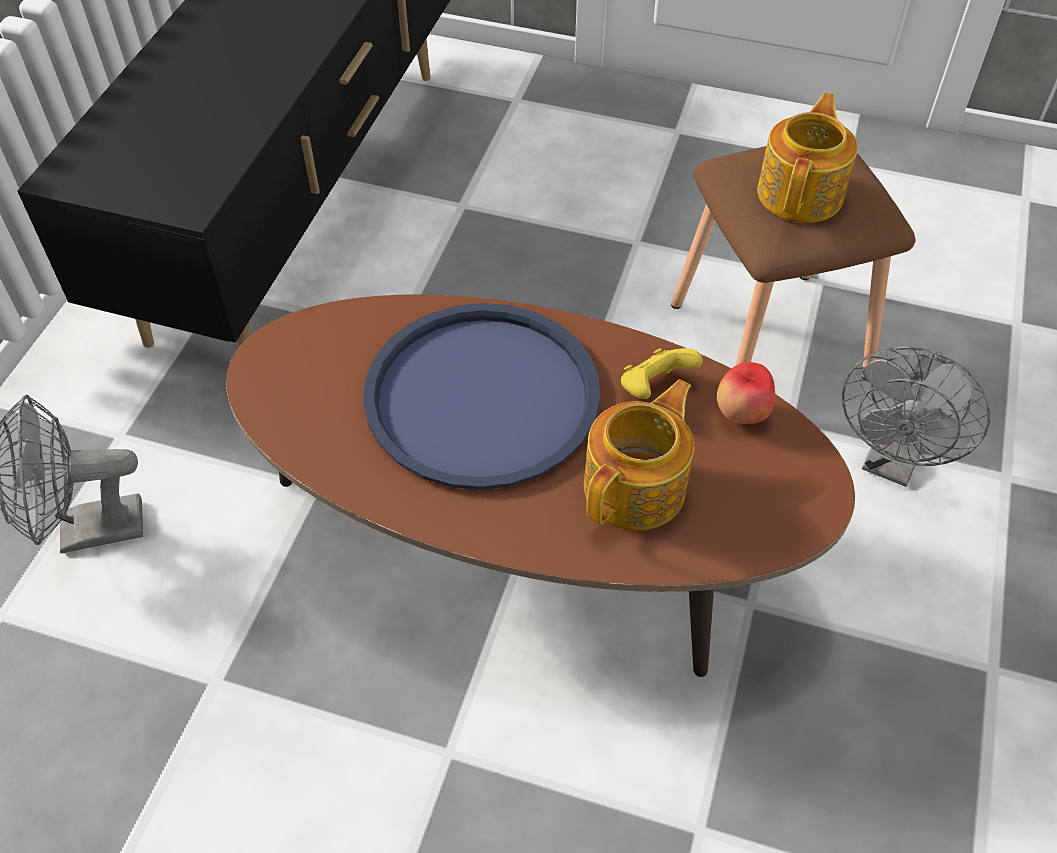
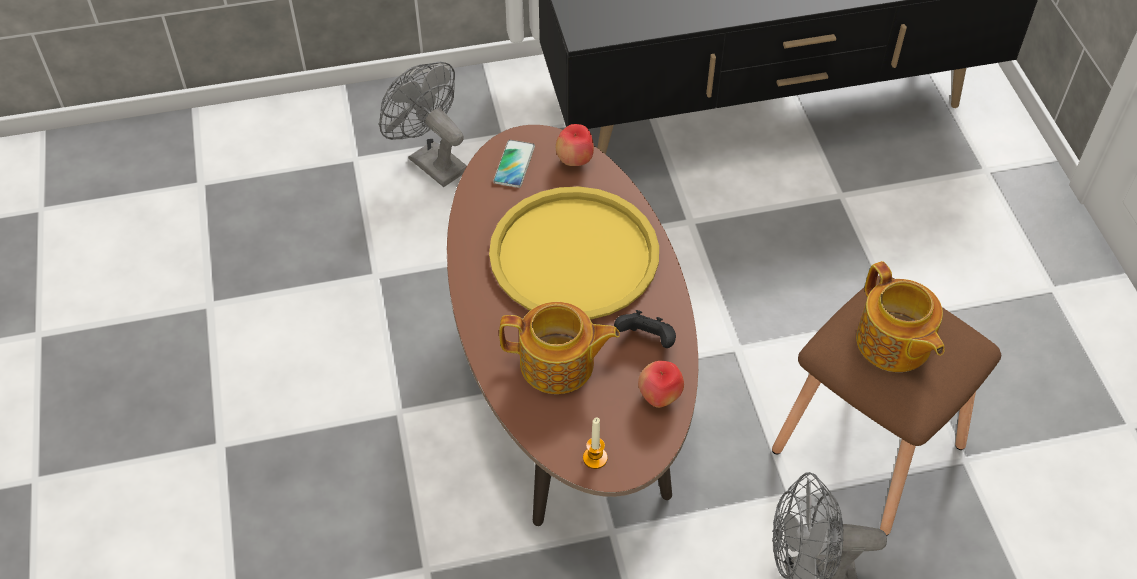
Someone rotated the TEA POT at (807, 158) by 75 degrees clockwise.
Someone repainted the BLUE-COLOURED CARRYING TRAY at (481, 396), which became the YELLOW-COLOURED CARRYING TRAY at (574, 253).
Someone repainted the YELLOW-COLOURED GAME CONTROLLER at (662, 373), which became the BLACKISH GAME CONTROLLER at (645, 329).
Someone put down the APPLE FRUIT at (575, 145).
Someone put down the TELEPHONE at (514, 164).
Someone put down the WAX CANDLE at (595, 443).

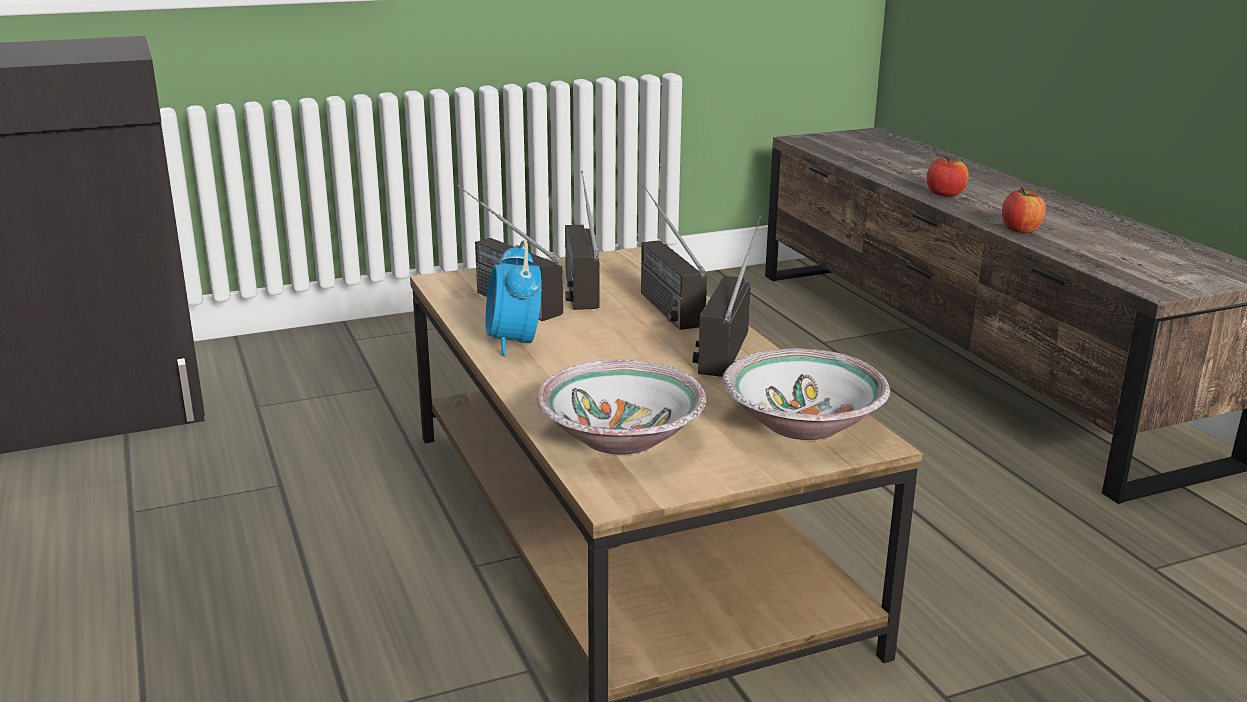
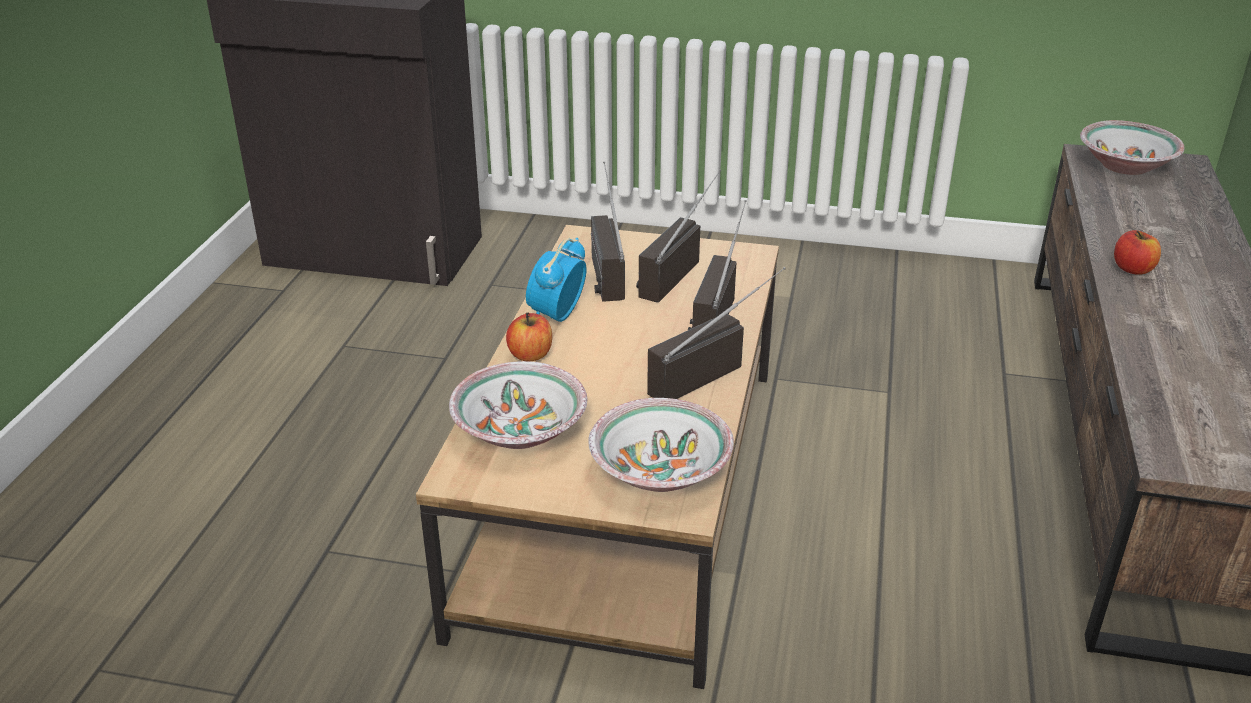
Someone carried the APPLE FRUIT from (1024, 210) to (529, 337).
Someone put down the BOWL at (1132, 147).

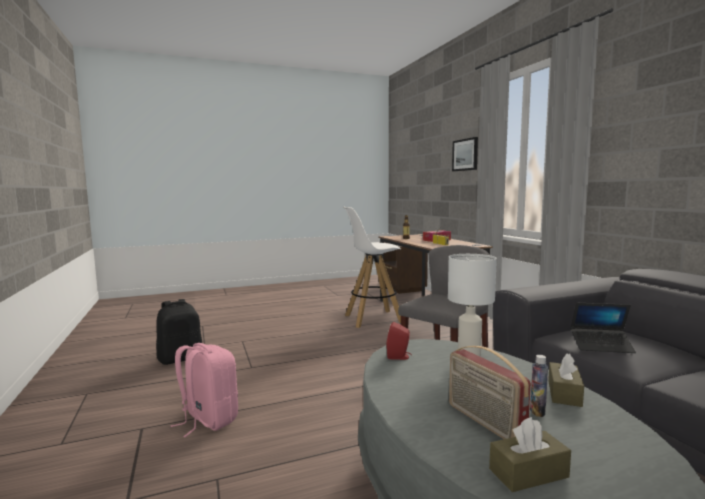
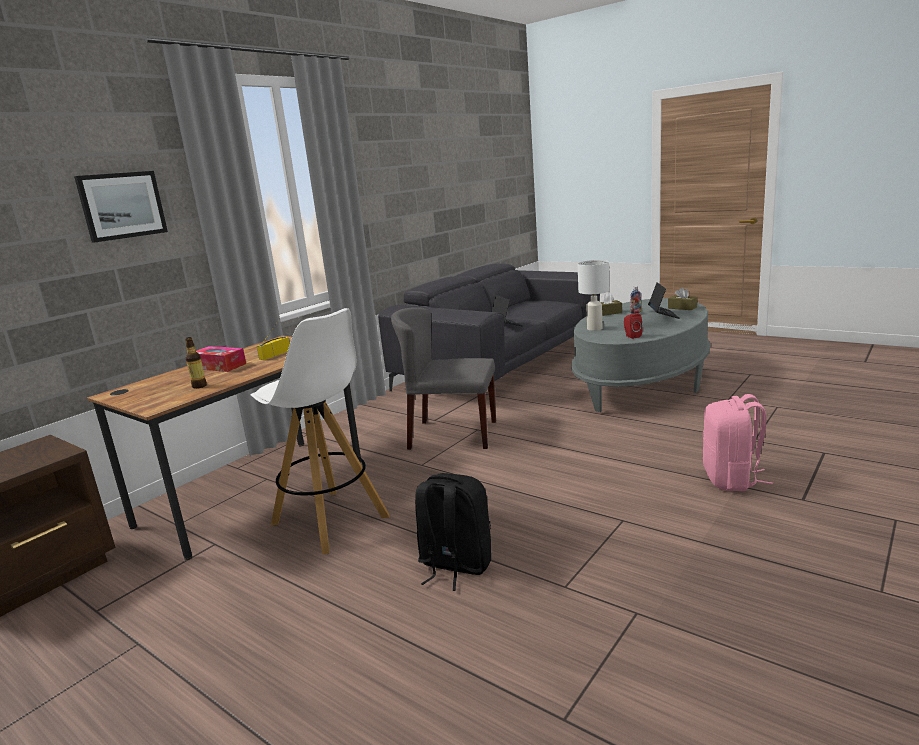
Someone carried the BLACKISH BACKPACK from (179, 332) to (453, 532).
Someone swapped the RADIO at (490, 392) for the PORTABLE COMPUTER at (664, 300).

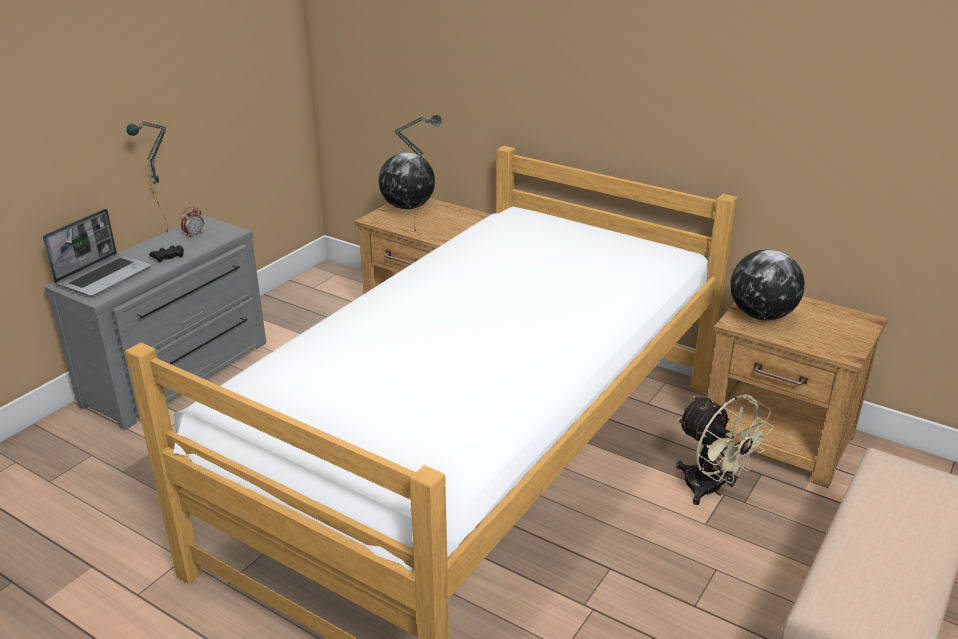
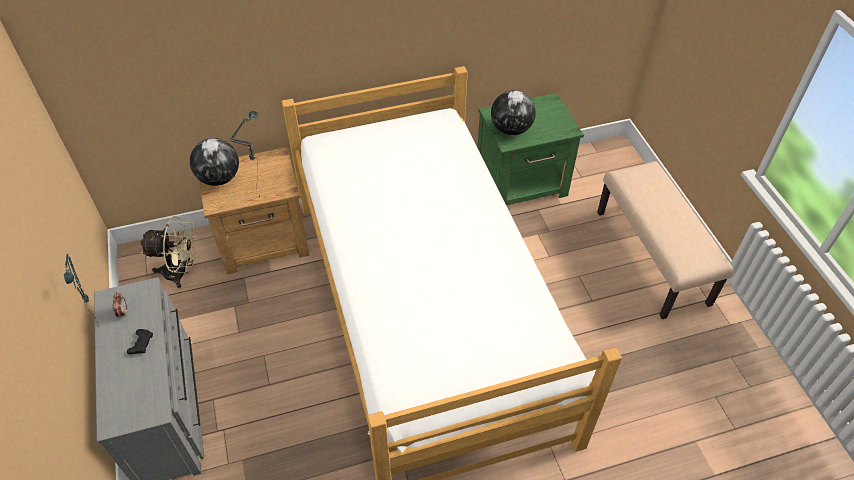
Someone took away the PORTABLE COMPUTER at (97, 252).
Someone repainted the BROWN-COLOURED NIGHT TABLE at (797, 392), which became the GREENISH NIGHT TABLE at (530, 149).
Someone carried the BEIGE-COLOURED COOLING FAN from (724, 449) to (169, 252).

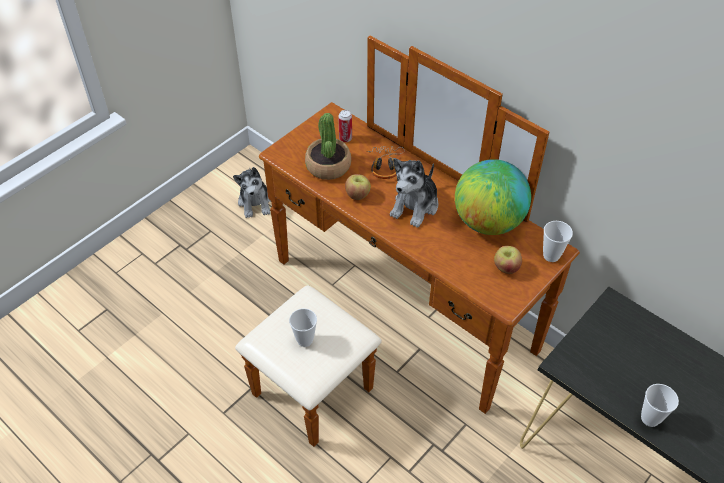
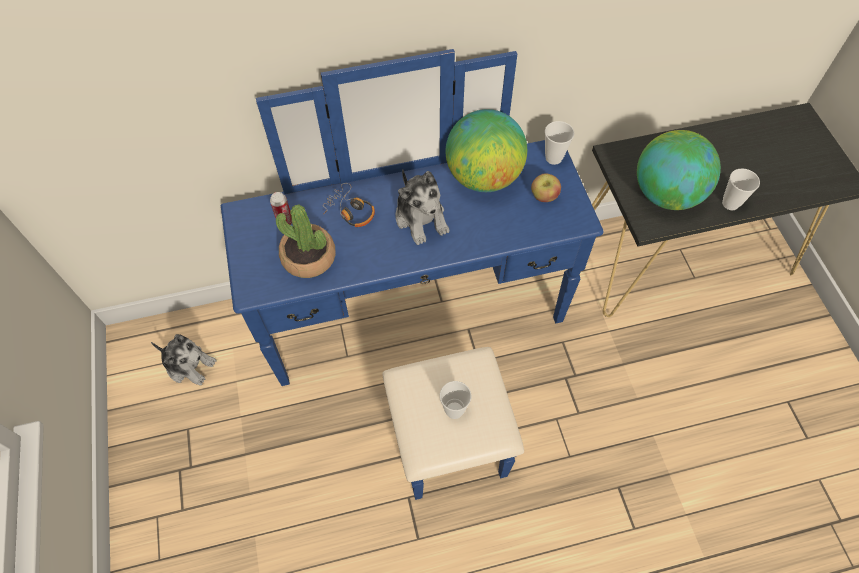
Someone repainted the BROWN-COLOURED DRESSER at (407, 241), which became the BLUE-COLOURED DRESSER at (412, 274).
Someone took away the APPLE FRUIT at (358, 187).
Someone put down the GLOBE at (679, 170).

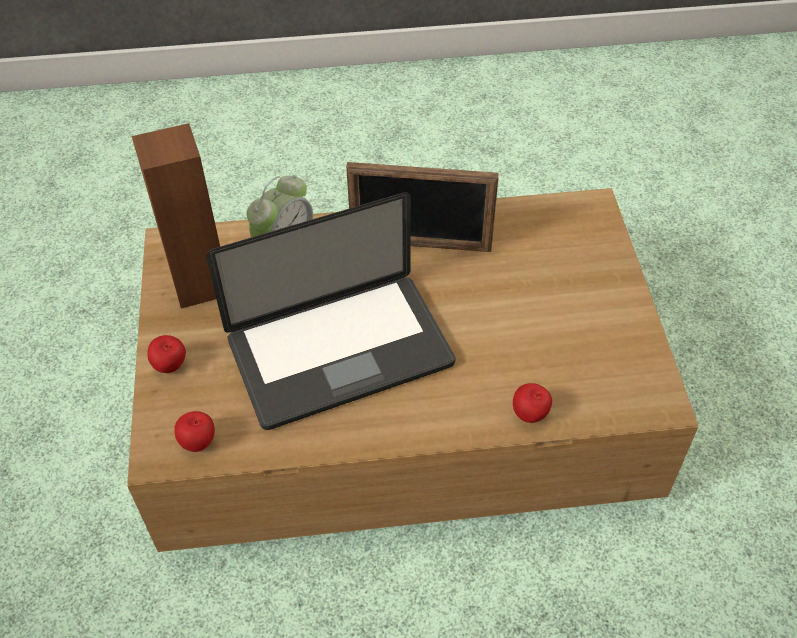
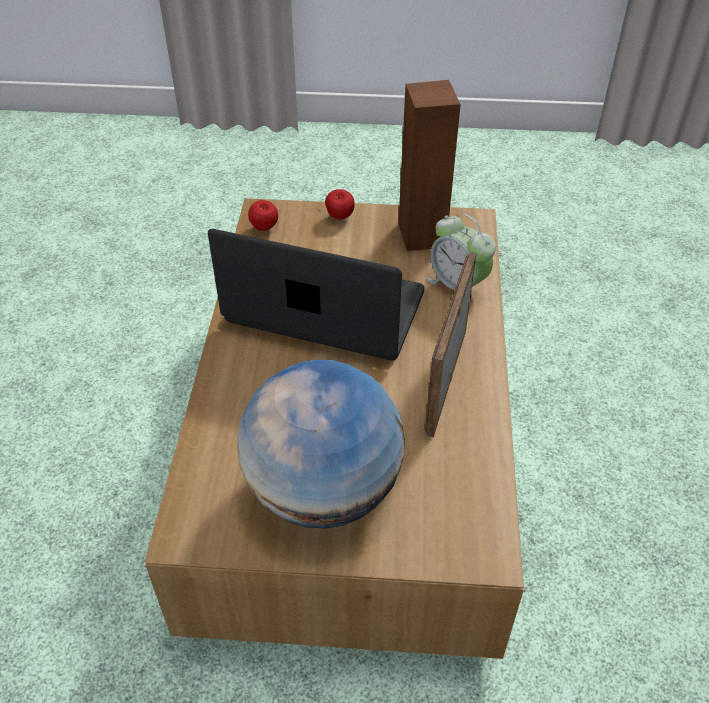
Someone rotated the PORTABLE COMPUTER at (330, 311) by 120 degrees clockwise.
Someone took away the APPLE FRUIT at (532, 403).
Someone put down the GLOBE at (321, 444).

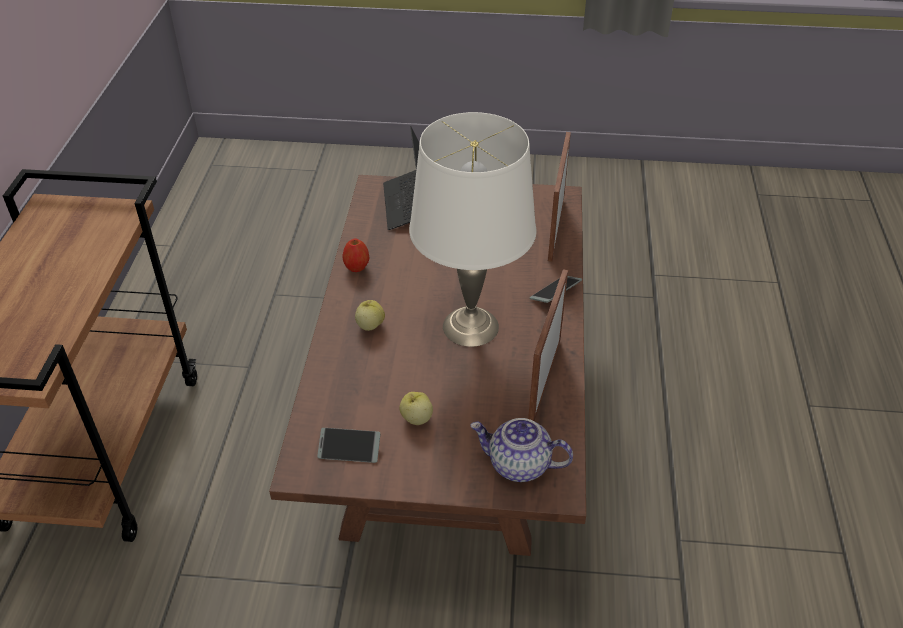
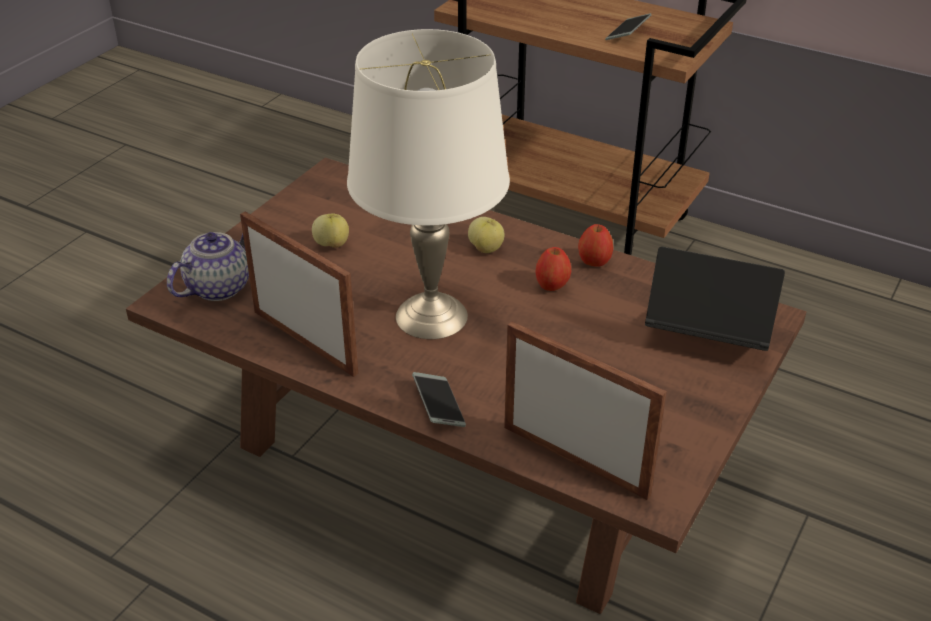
Someone carried the TELEPHONE from (348, 445) to (628, 26).
Someone put down the APPLE FRUIT at (553, 269).

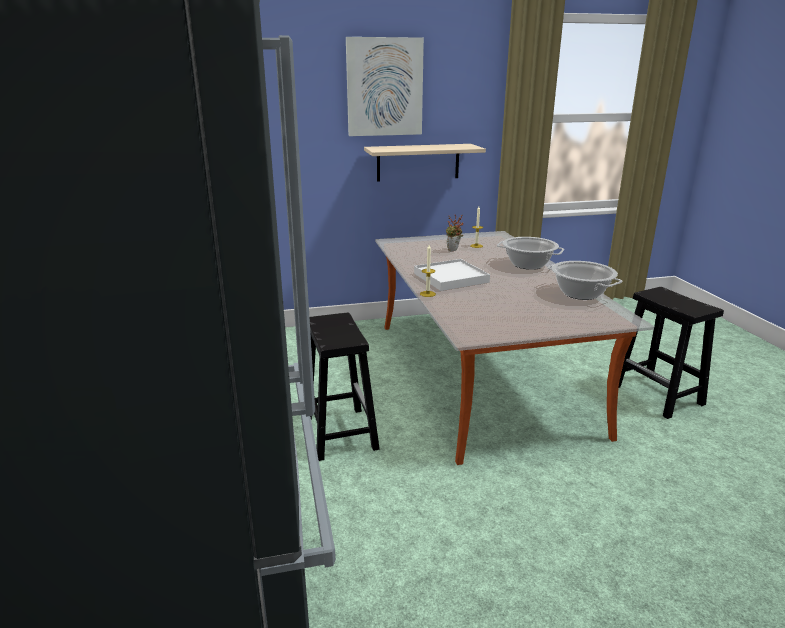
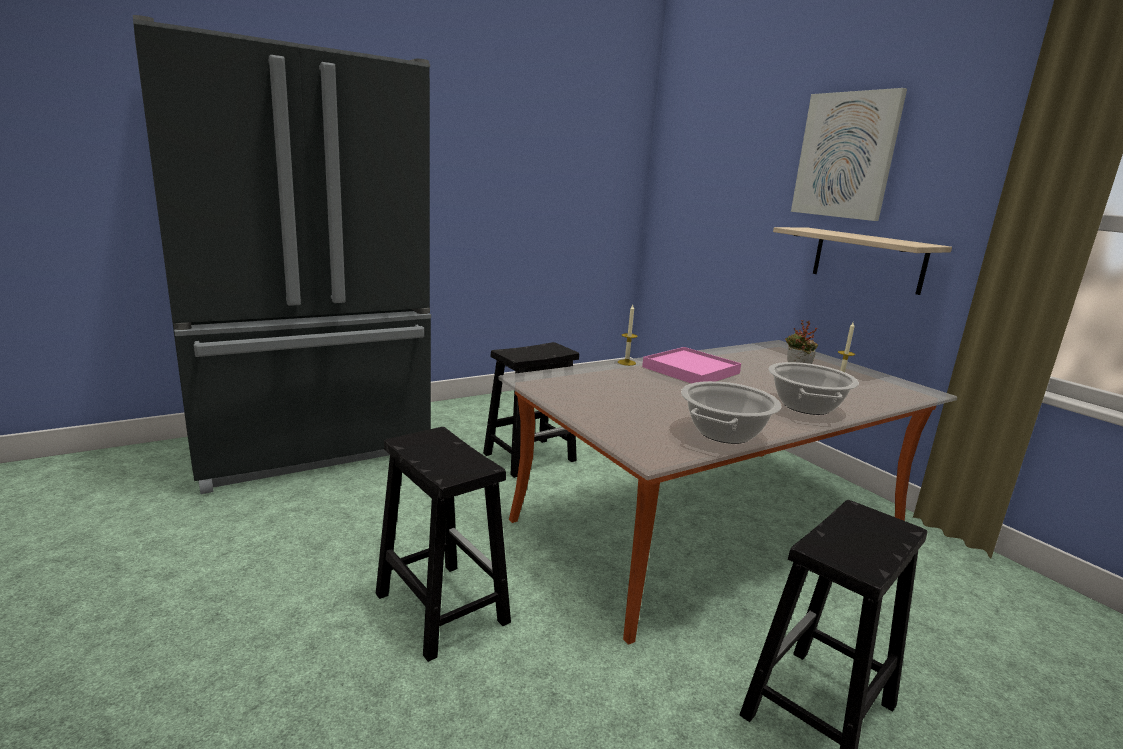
Someone repainted the WHITE CARRYING TRAY at (452, 275), which became the PINK CARRYING TRAY at (691, 365).
Someone put down the BLACKISH STOOL at (443, 544).

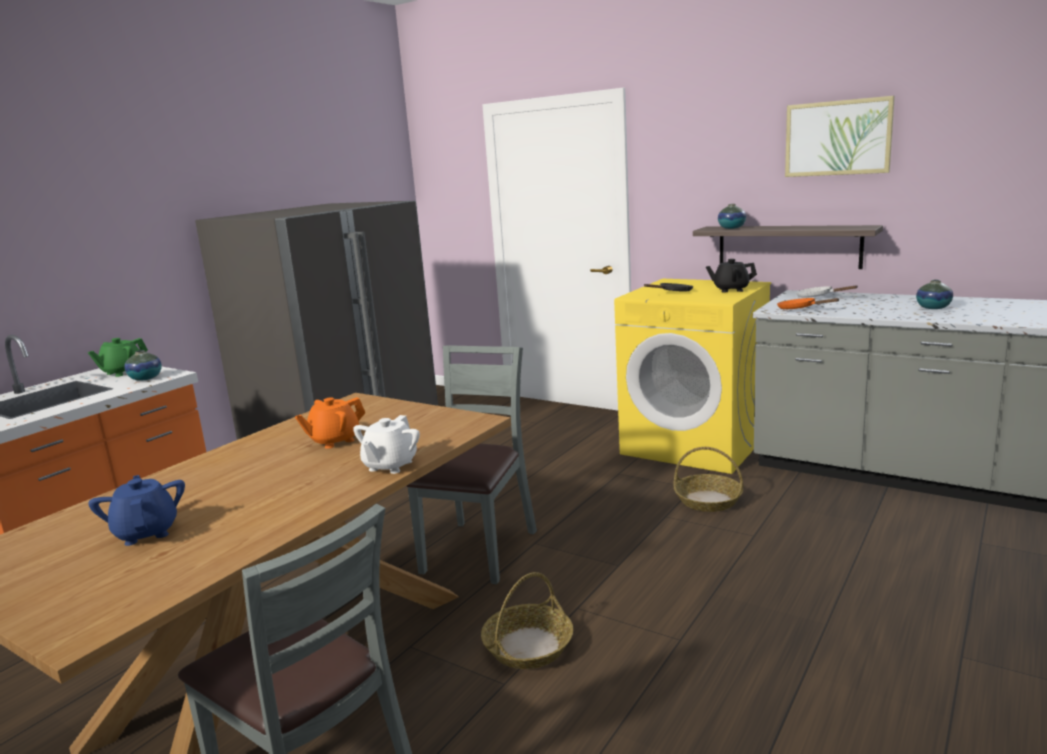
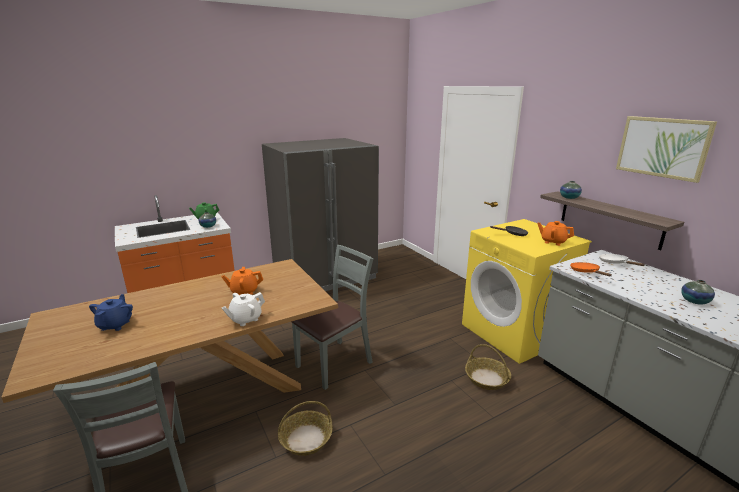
Someone repainted the BLACKISH TEA POT at (731, 275), which became the ORANGE TEA POT at (555, 233).

